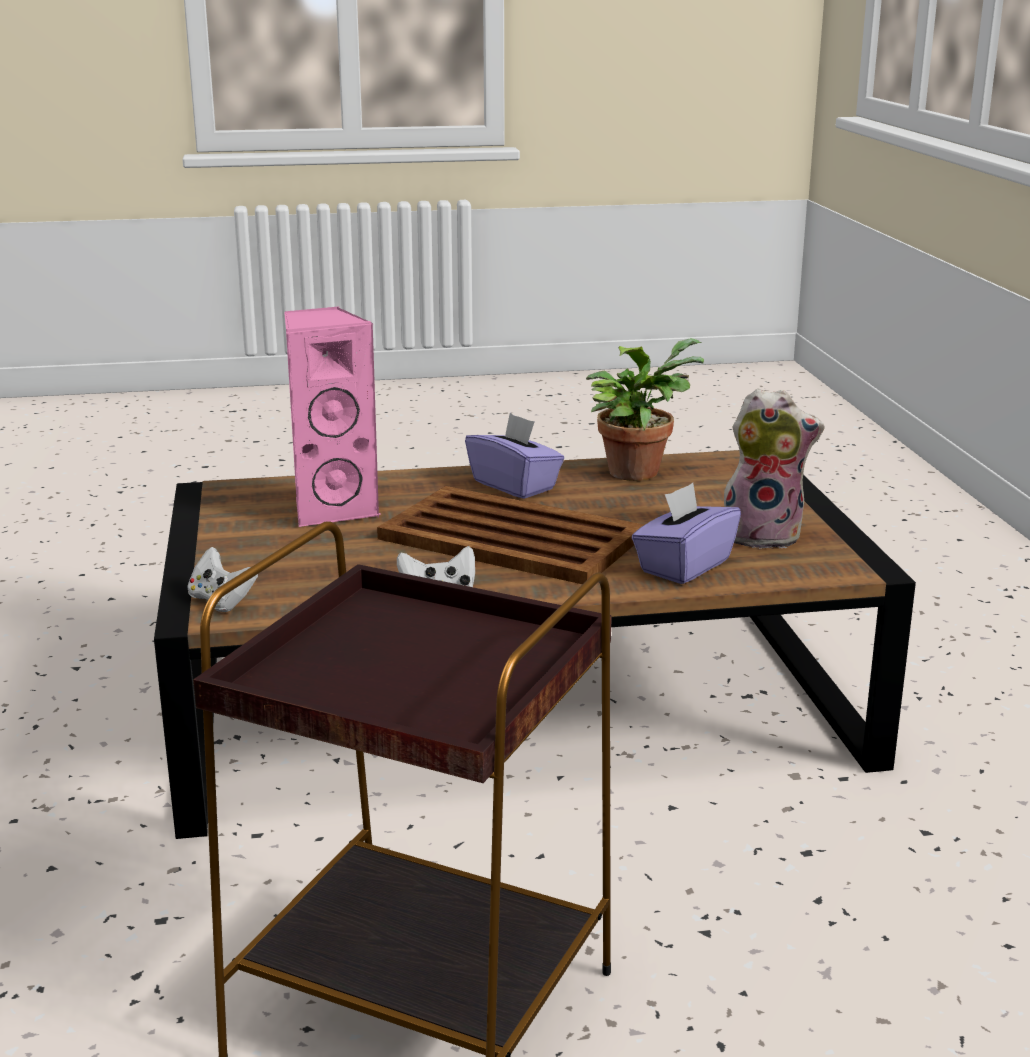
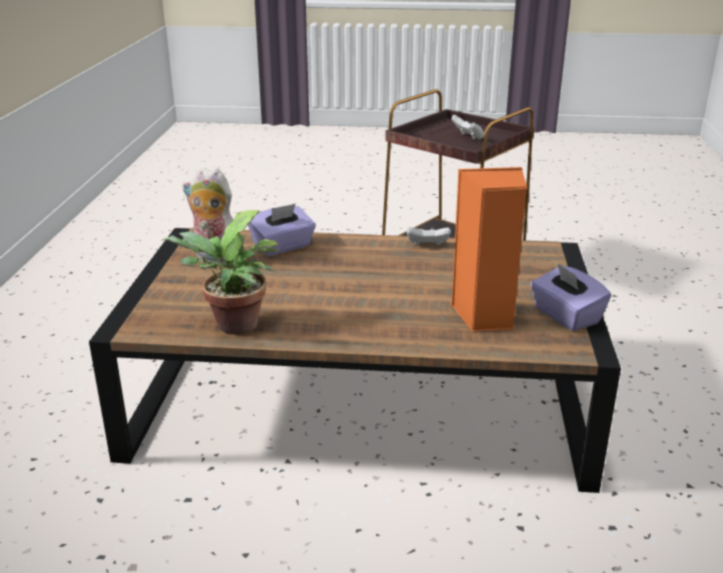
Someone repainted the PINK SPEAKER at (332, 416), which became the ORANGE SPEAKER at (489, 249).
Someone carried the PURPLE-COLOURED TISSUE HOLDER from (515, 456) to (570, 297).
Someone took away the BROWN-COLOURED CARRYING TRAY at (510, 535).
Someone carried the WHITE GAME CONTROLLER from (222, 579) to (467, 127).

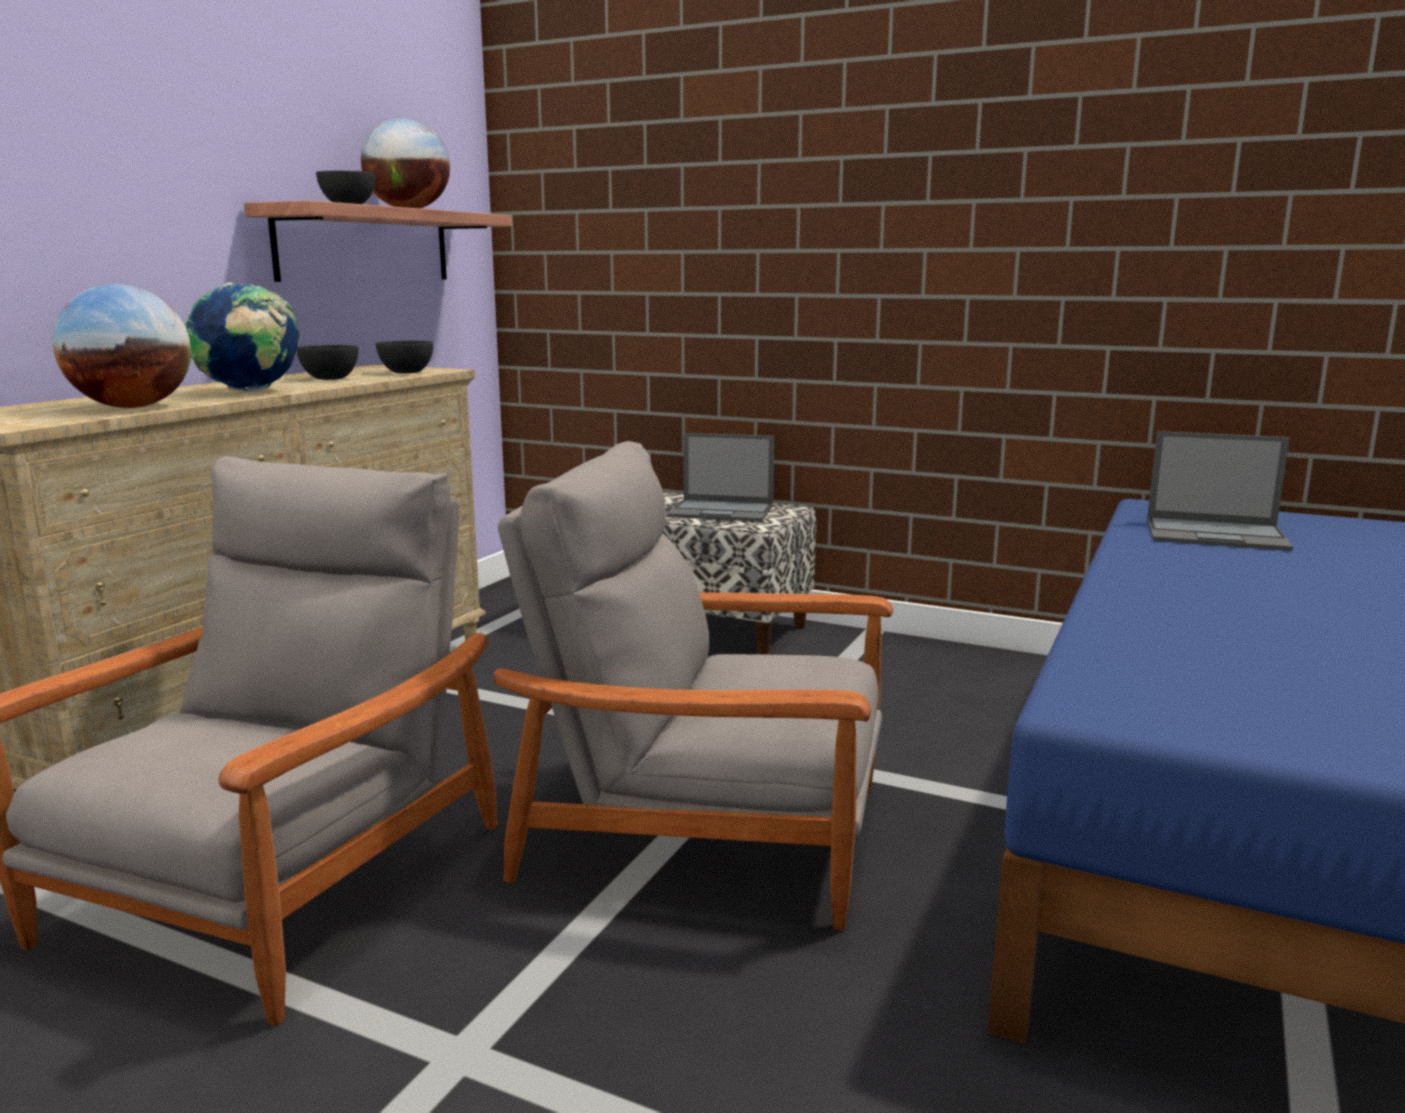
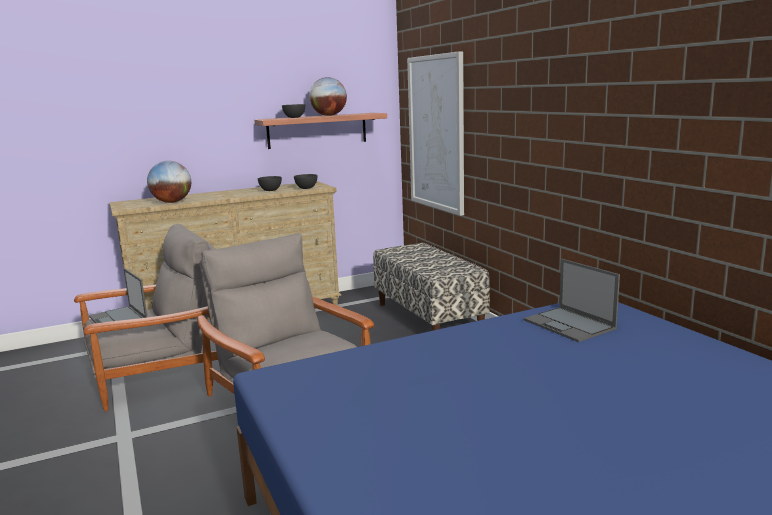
Someone took away the GLOBE at (242, 337).
Someone carried the PORTABLE COMPUTER from (721, 477) to (118, 295).
Someone put up the WALL ART at (435, 133).

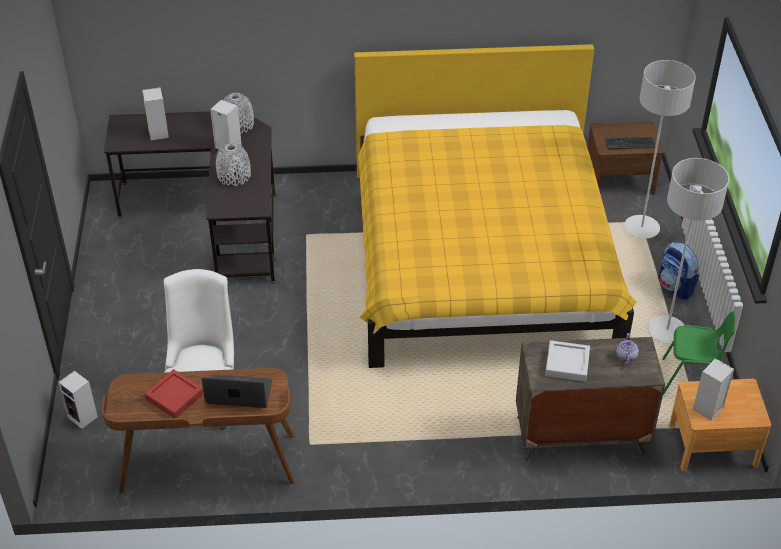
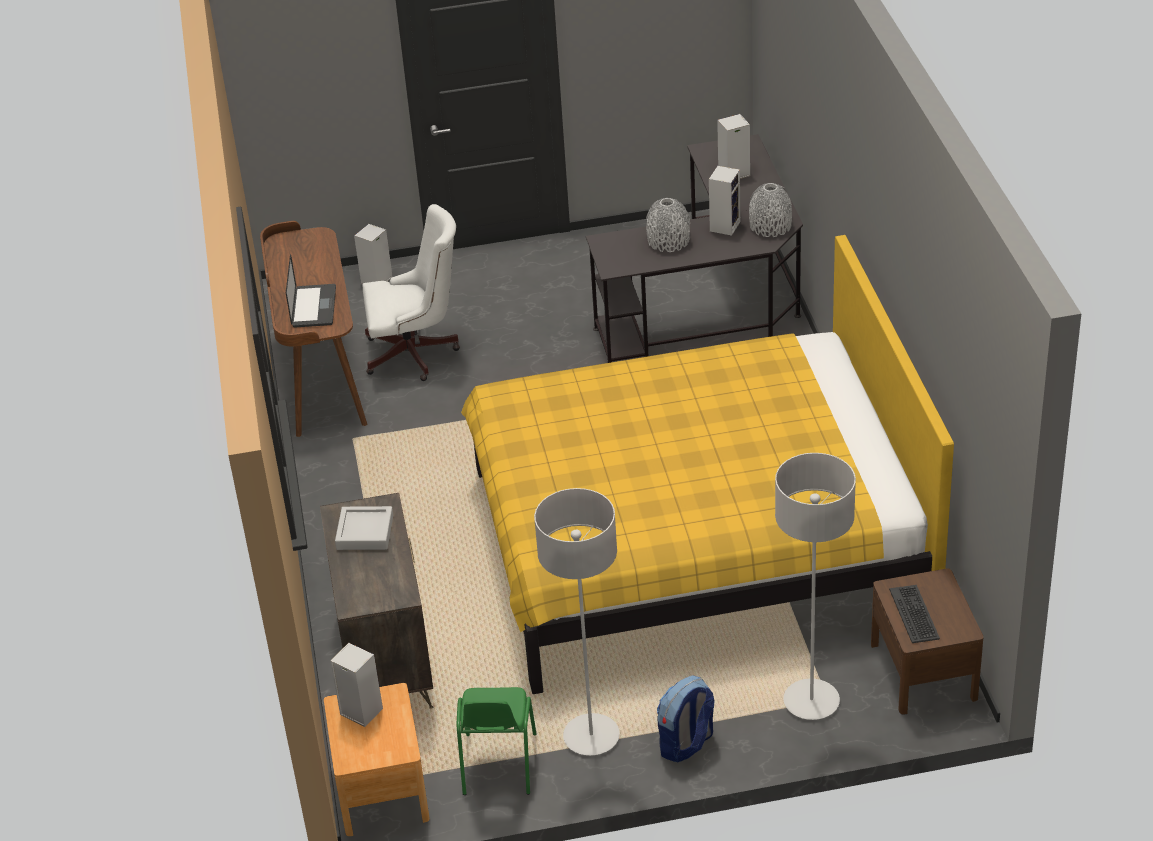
Someone took away the TEA POT at (627, 349).
Someone took away the RED CARRYING TRAY at (174, 393).

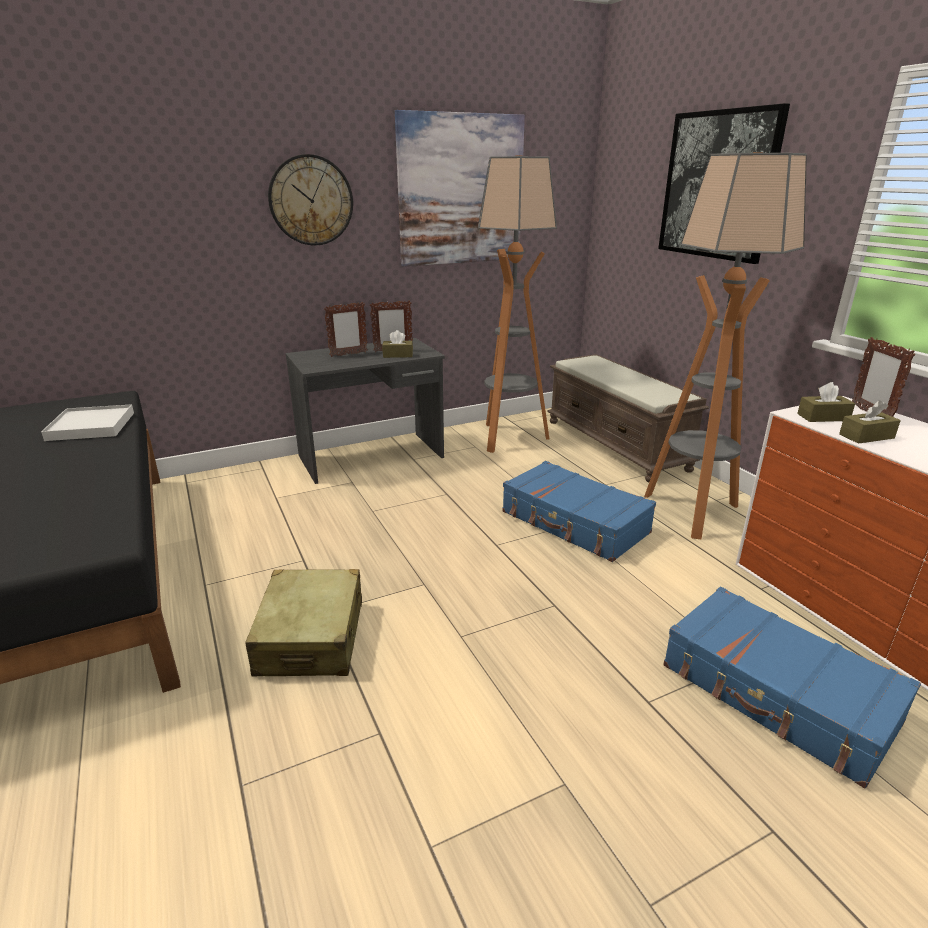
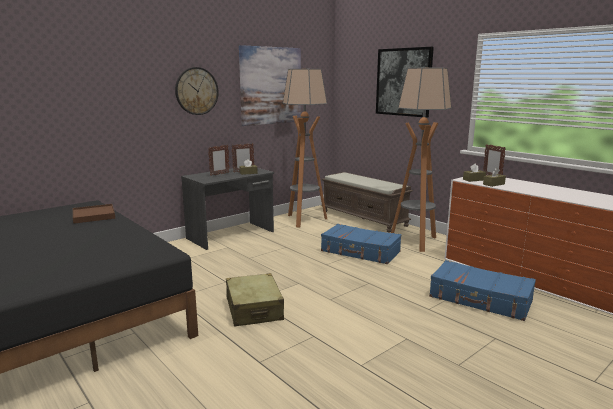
Someone repainted the WHITE CARRYING TRAY at (87, 422), which became the BROWN-COLOURED CARRYING TRAY at (94, 214).

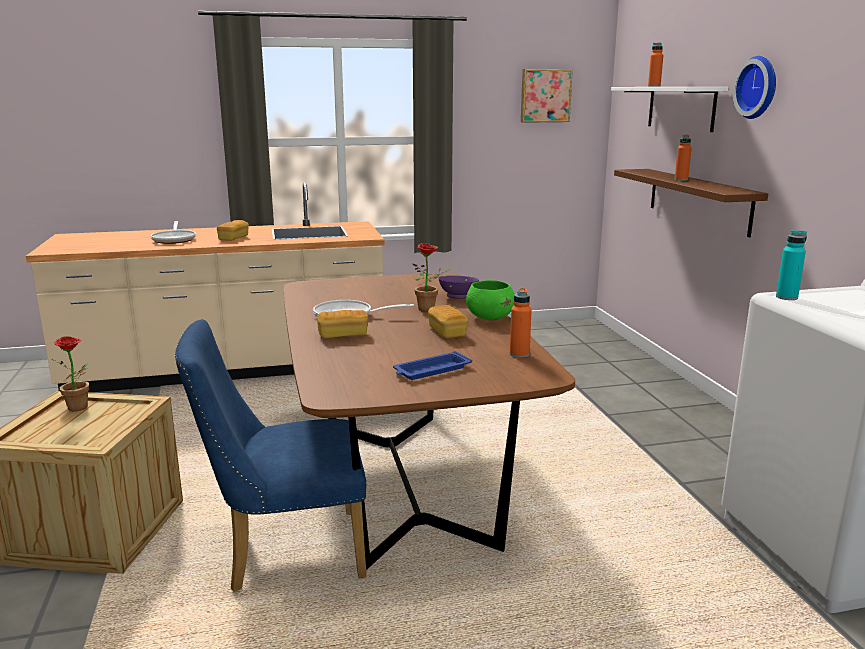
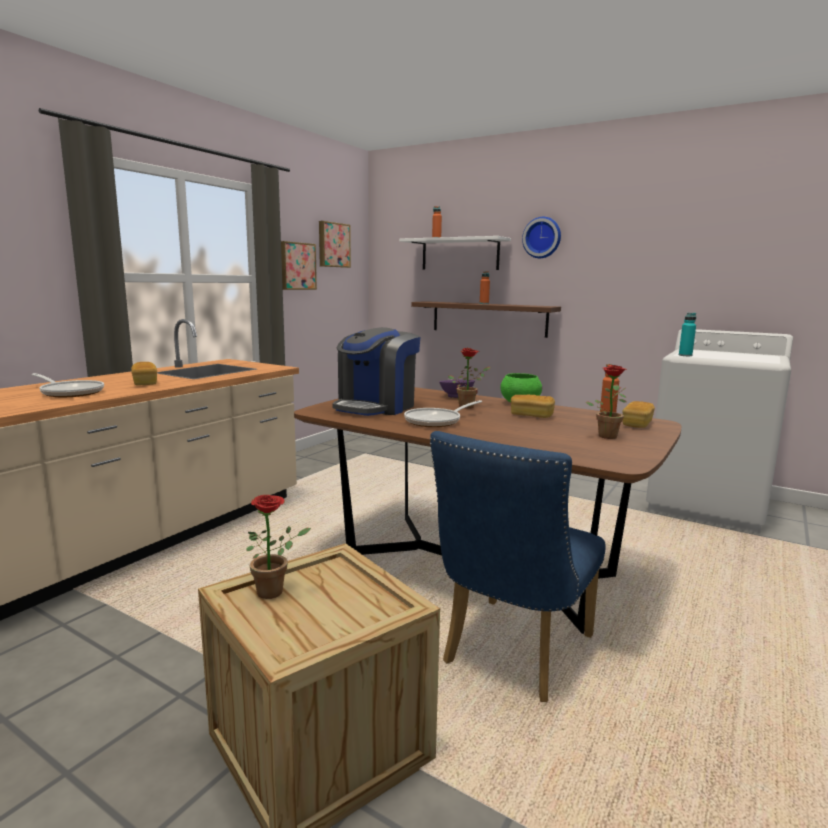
Someone carried the BAKERY BREAD from (342, 324) to (638, 414).
Someone swapped the BLUE-COLOURED CARRYING TRAY at (432, 365) for the HOUSEPLANT at (606, 402).
Someone put up the WALL ART at (299, 265).
Someone put down the COFFEE MACHINE at (376, 371).

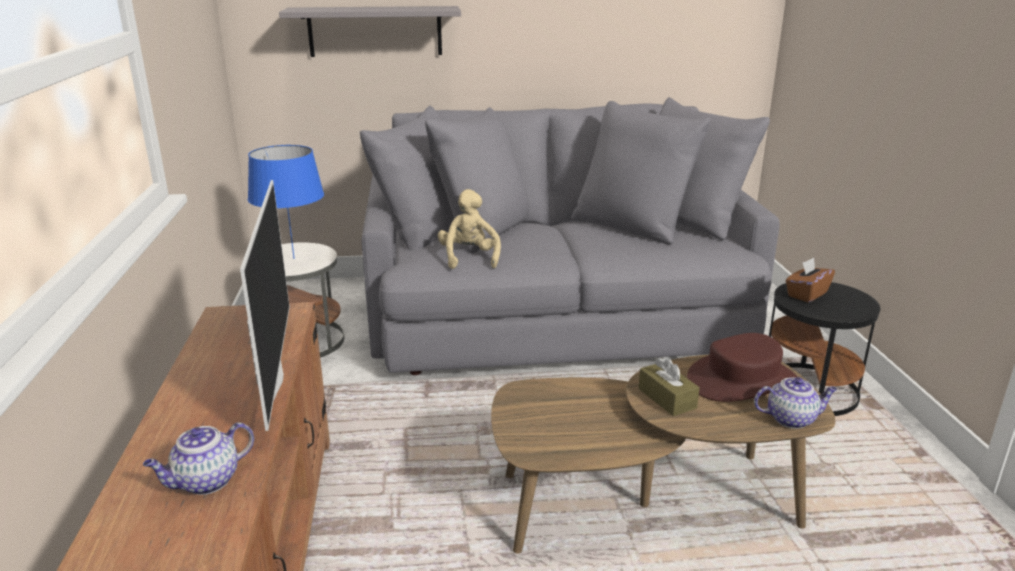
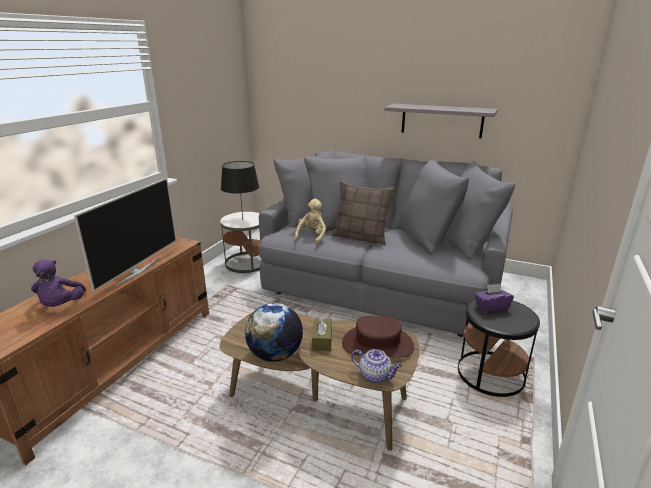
Someone carried the GREY SHELF from (370, 31) to (441, 121).
Someone repainted the BLUE-COLOURED LAMP FOR A TABLE at (286, 202), which became the BLACKISH LAMP FOR A TABLE at (240, 190).
Someone repainted the BROWN-COLOURED TISSUE HOLDER at (810, 280), which became the PURPLE-COLOURED TISSUE HOLDER at (494, 298).
Someone swapped the TEA POT at (198, 458) for the PURPLE-COLOURED SOFT TOY at (58, 283).
Someone put down the CUSHION at (363, 213).
Someone put down the GLOBE at (274, 332).

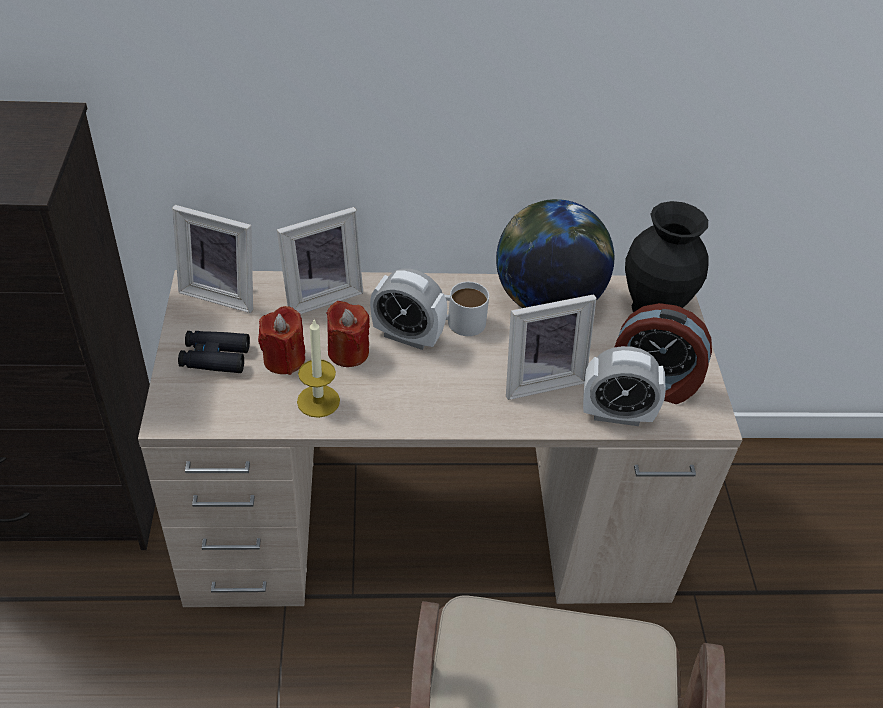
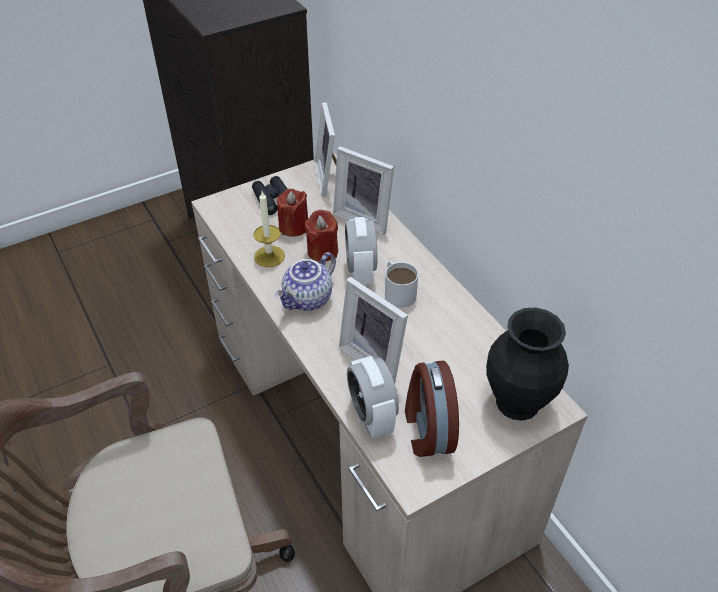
Someone took away the GLOBE at (555, 253).
Someone put down the TEA POT at (305, 281).

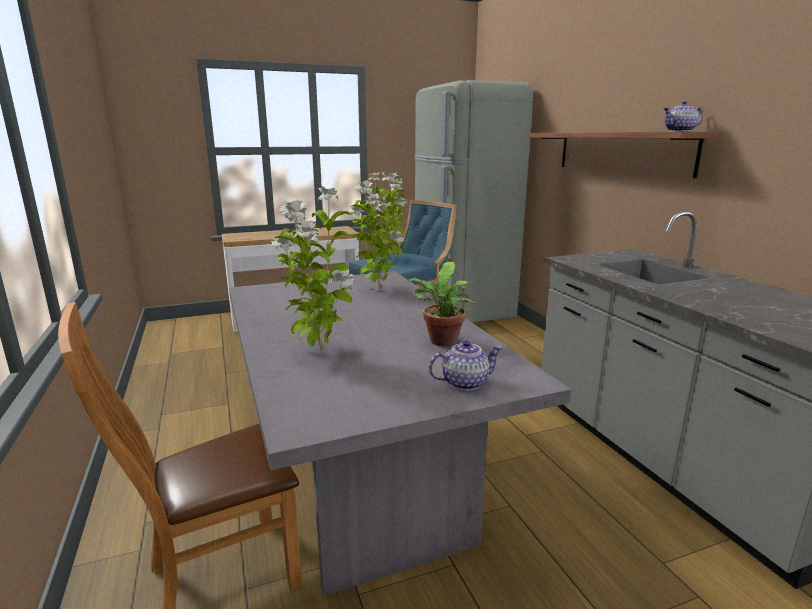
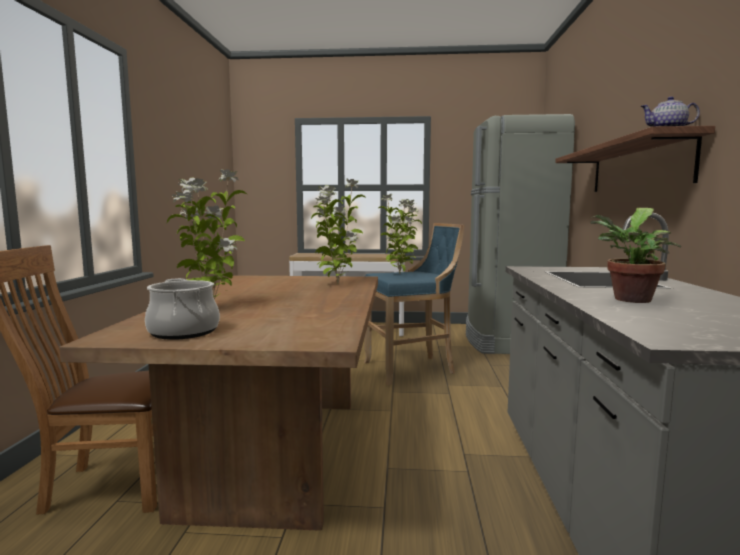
Someone carried the HOUSEPLANT from (442, 304) to (636, 255).
Someone repainted the GREY DINNER TABLE at (400, 433), which became the BROWN-COLOURED DINNER TABLE at (218, 403).
Someone took away the TEA POT at (466, 365).
Someone put down the STOCKPOT at (182, 309).

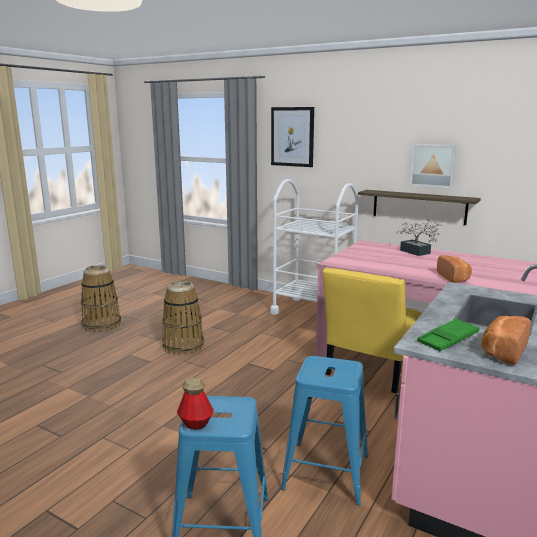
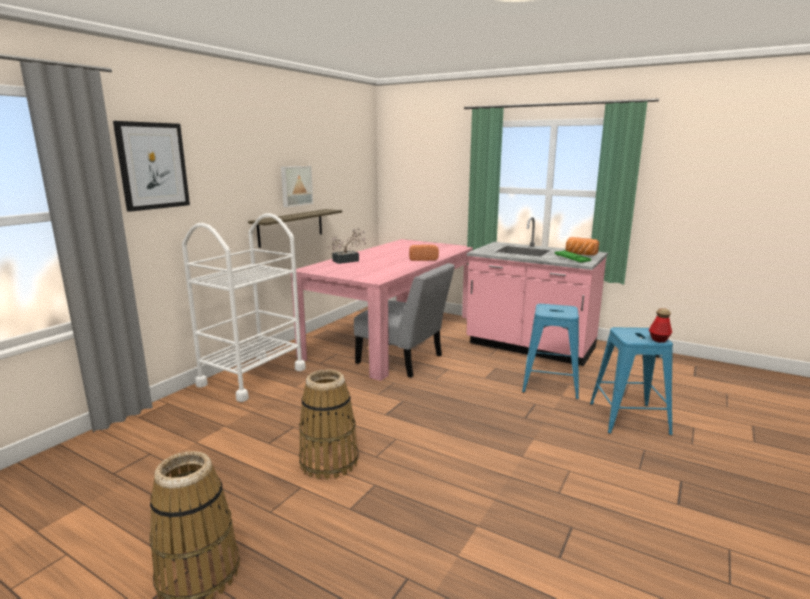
Someone repainted the YELLOW-COLOURED CHAIR at (372, 330), which became the GREY CHAIR at (404, 320).

